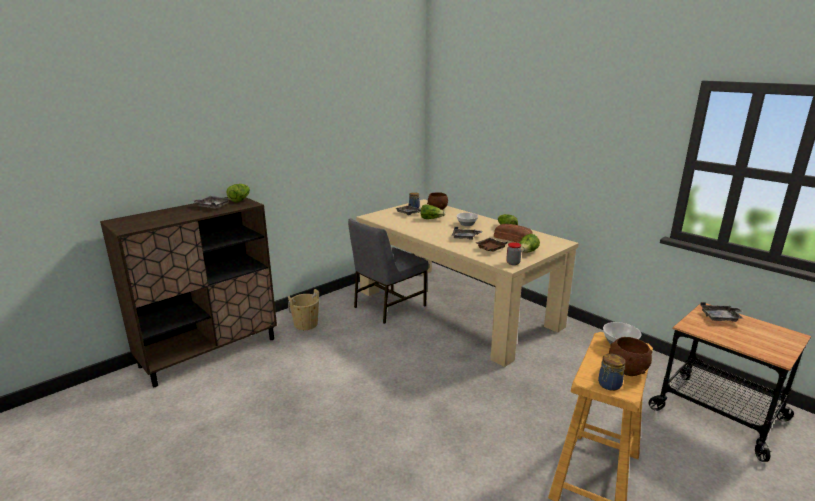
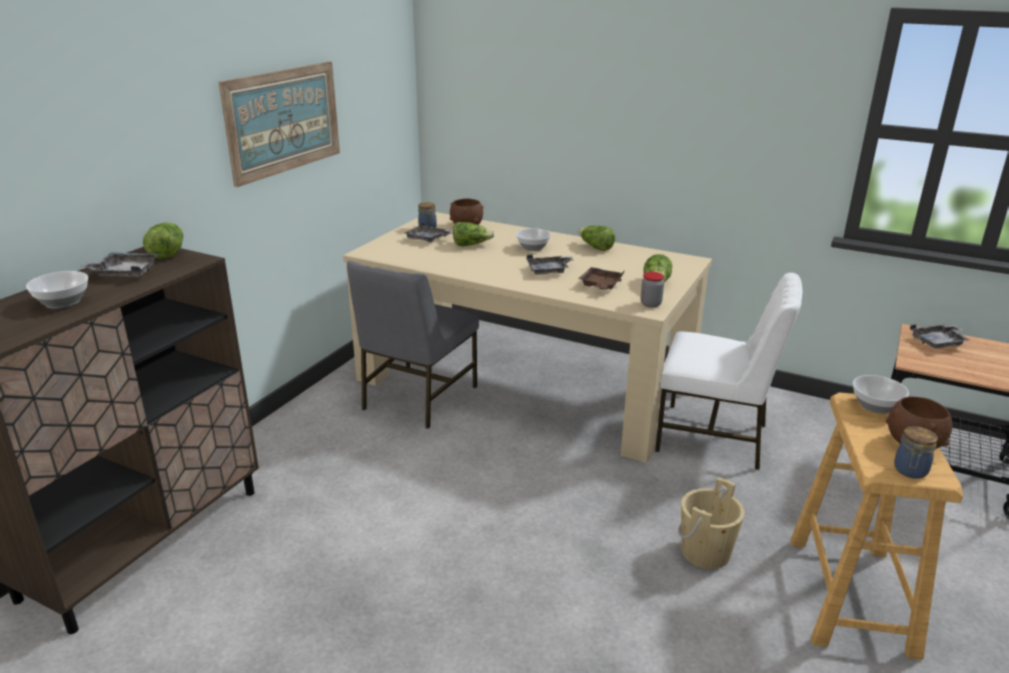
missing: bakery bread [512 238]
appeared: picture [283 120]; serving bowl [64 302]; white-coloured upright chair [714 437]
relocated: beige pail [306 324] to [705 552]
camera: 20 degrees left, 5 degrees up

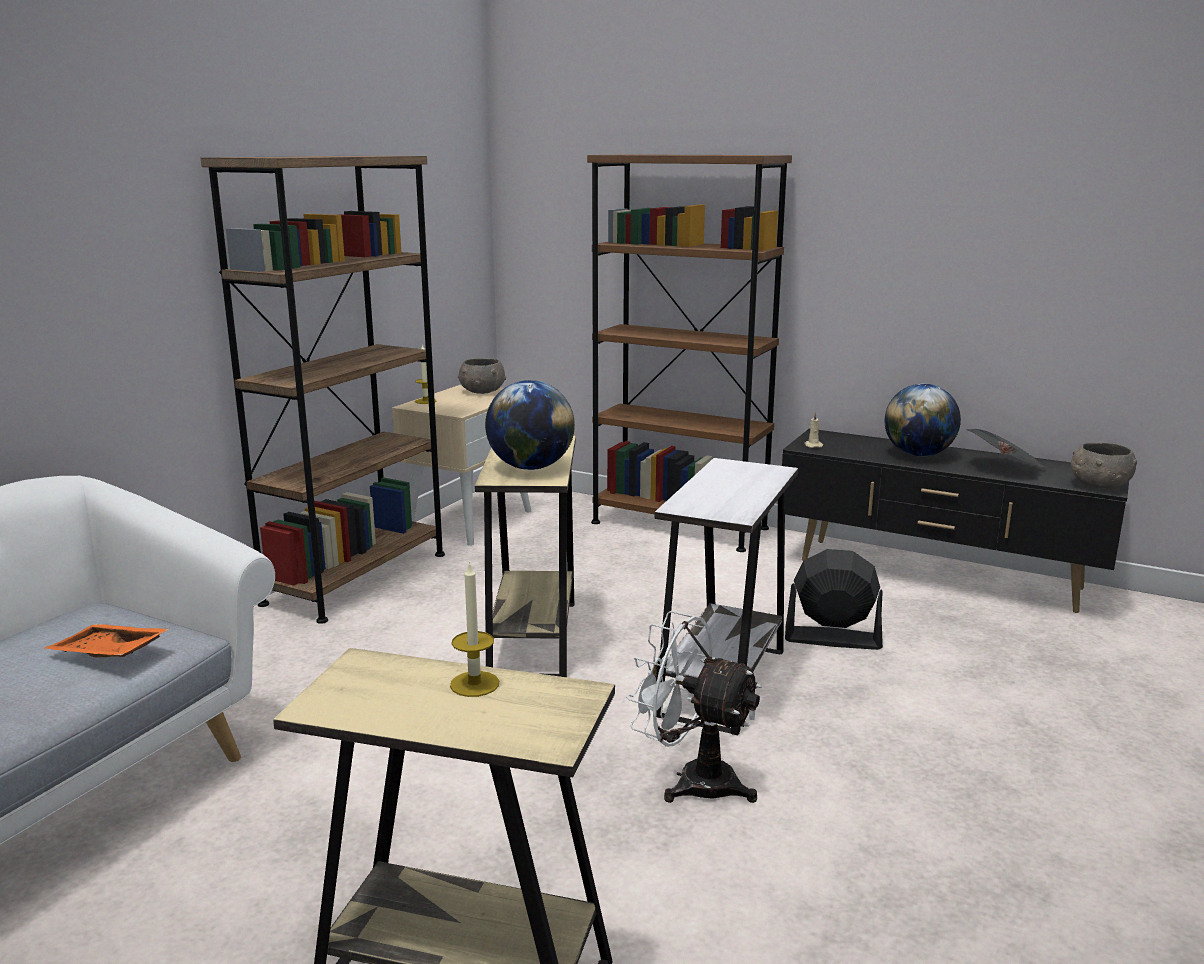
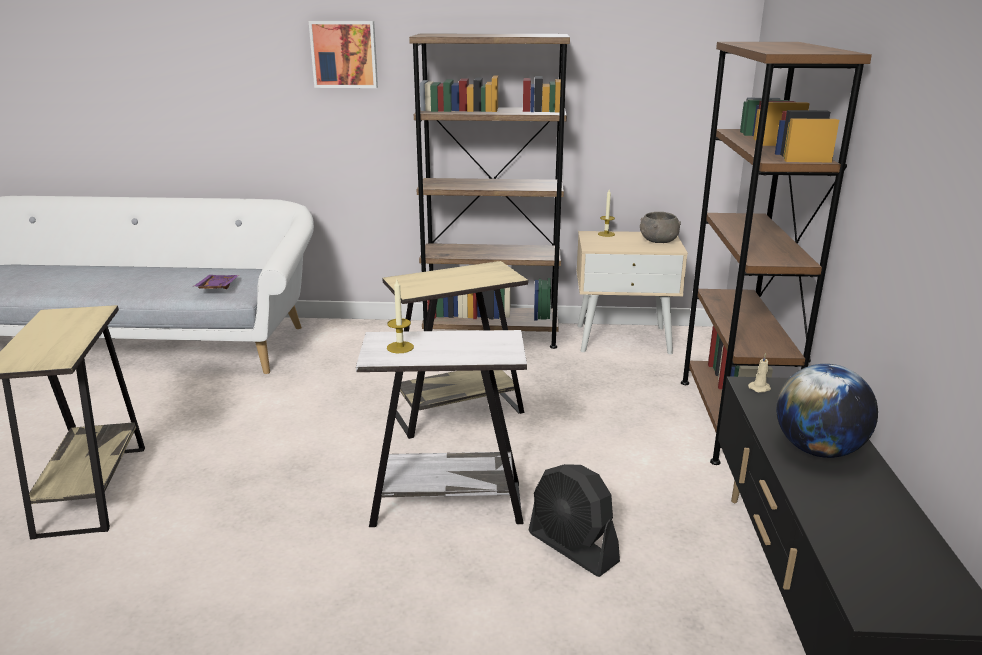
missing: globe [530 467]; daily paper [1006 469]; gray serving bowl [1098 486]; white-coloured cooling fan [692 780]
appeared: picture [344 54]
relocated: wax light [474 684] to [400 347]
colour: orange tray [107 654] to purplish tray [217 288]
spun: black cooling fan [832 638] = [572 548] 150 degrees clockwise
camera: 65 degrees right, 5 degrees up

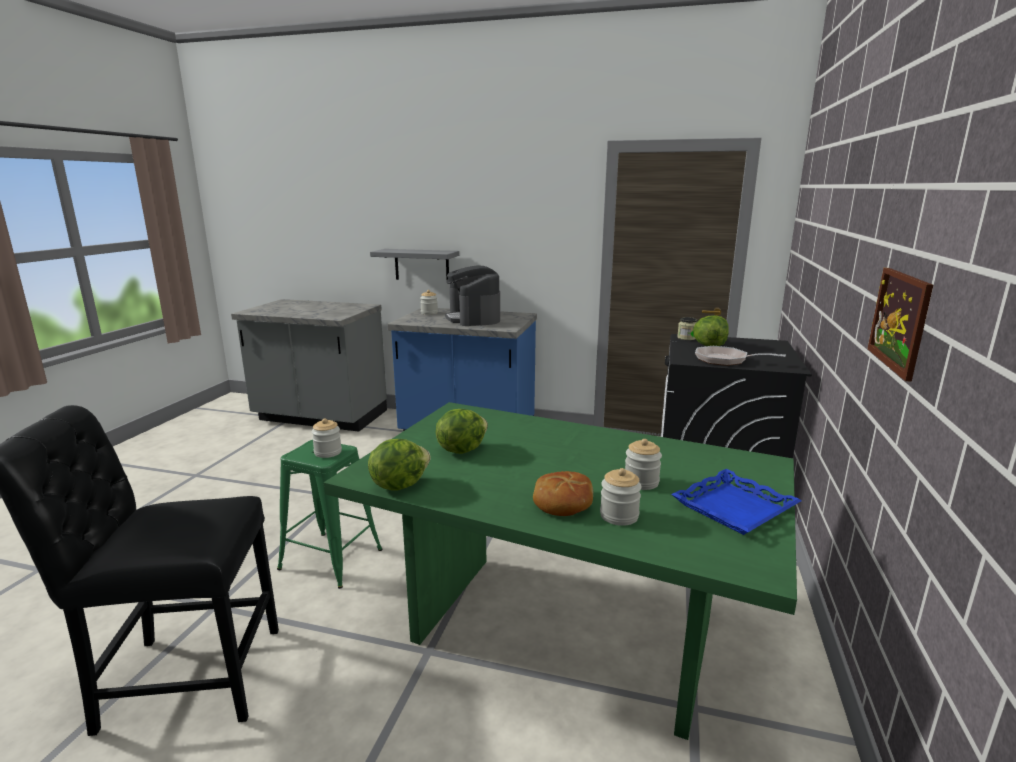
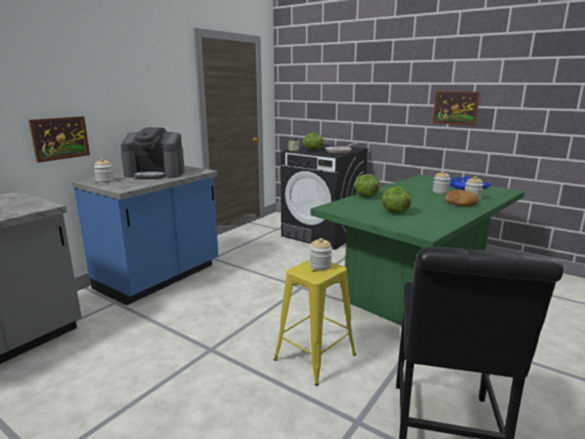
relocated: head of lettuce [399 484] to [365 196]
exchanged: gray wall shelf [421 265] to picture [60 138]
colour: greenish stool seat [331 559] to yellow-coloured stool seat [315 357]
camera: 70 degrees left, 0 degrees up

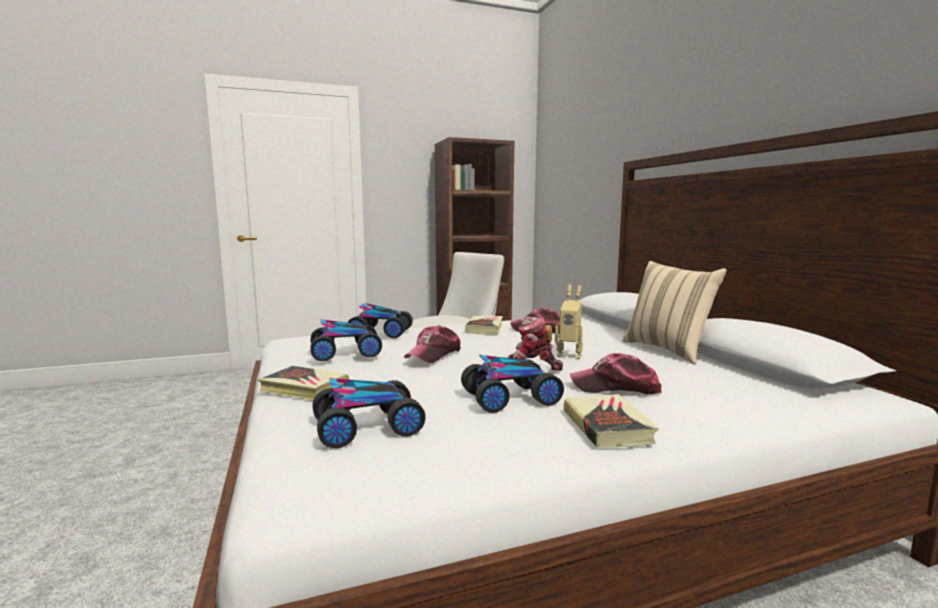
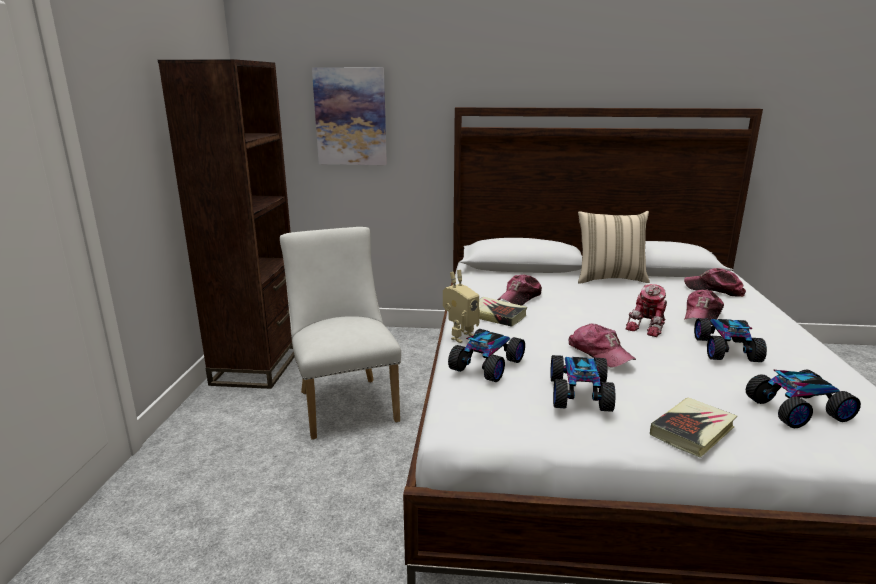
missing: book [607 426]
appeared: picture [351 117]; peaked cap [714 289]
relocated: robot figure [569 354] to [459 336]
spun: model car [368 428] = [799 410] 75 degrees clockwise
camera: 65 degrees left, 10 degrees up

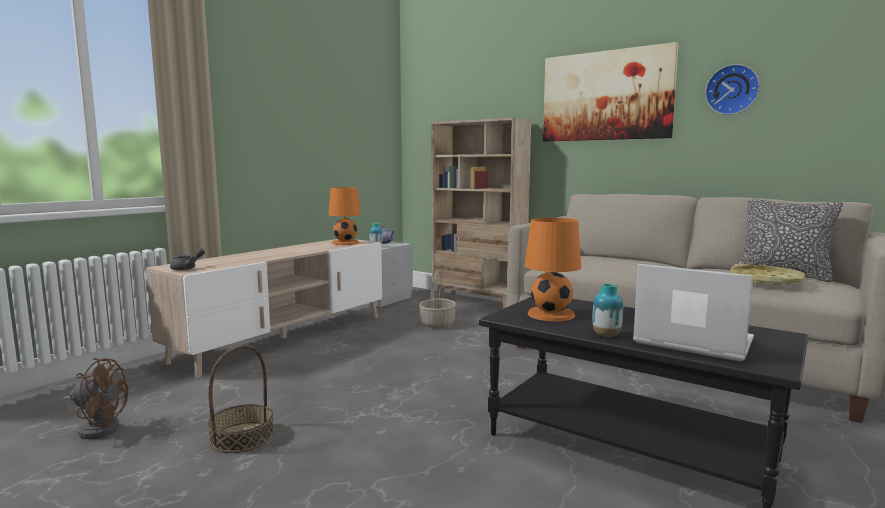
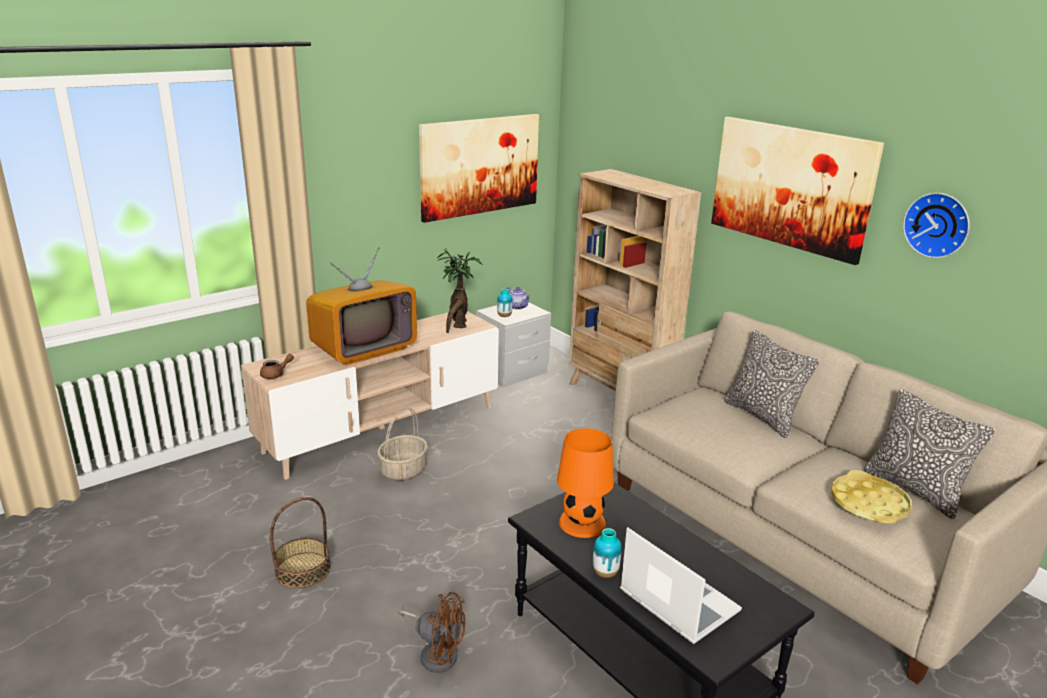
appeared: picture [480 166]; TV [363 348]; cushion [762 416]
relocated: basket [437 324] to [403 470]; brown cooling fan [98 428] to [436 653]
exchanged: orange tabletop lamp [345 243] to plant in a pot [458 326]
colour: gray pot for tea [187 268] to brown pot for tea [276 374]
camera: 15 degrees right, 15 degrees up

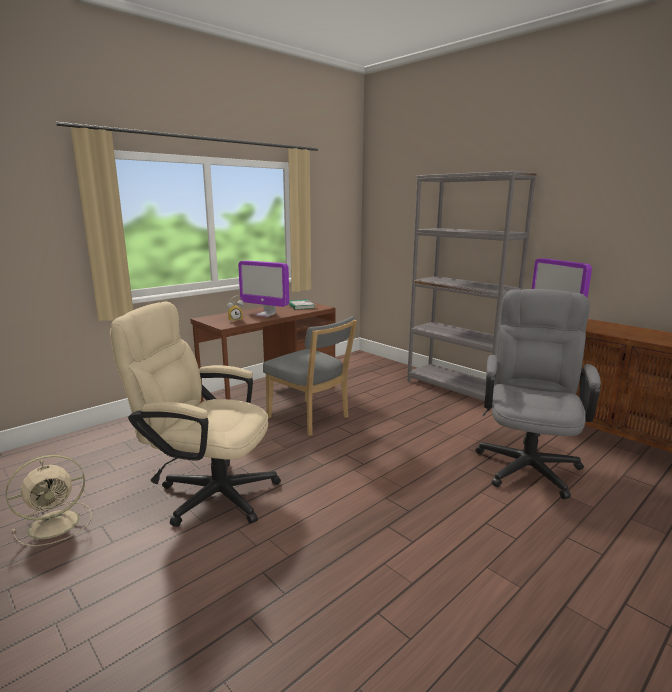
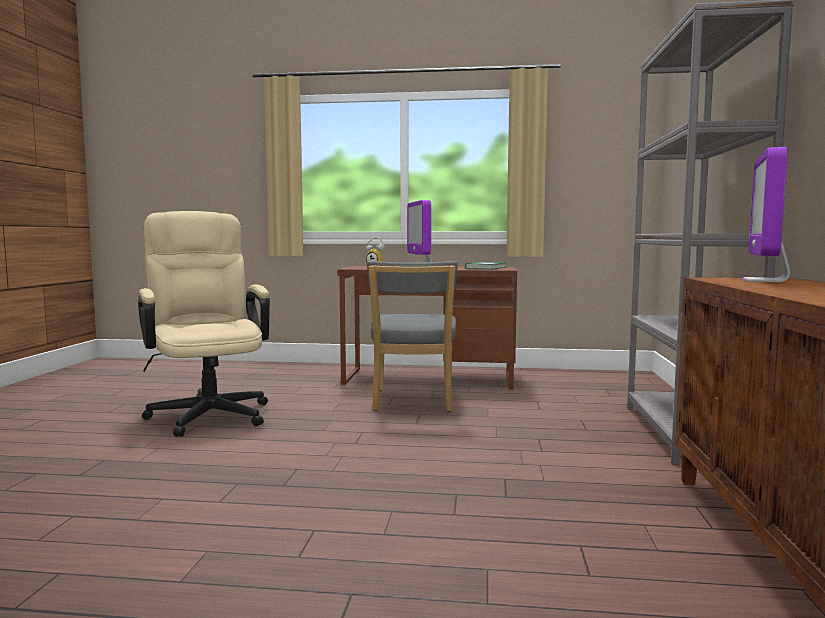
missing: gray computer chair [527 462]; beige cooling fan [56 523]
camera: 50 degrees right, 10 degrees down

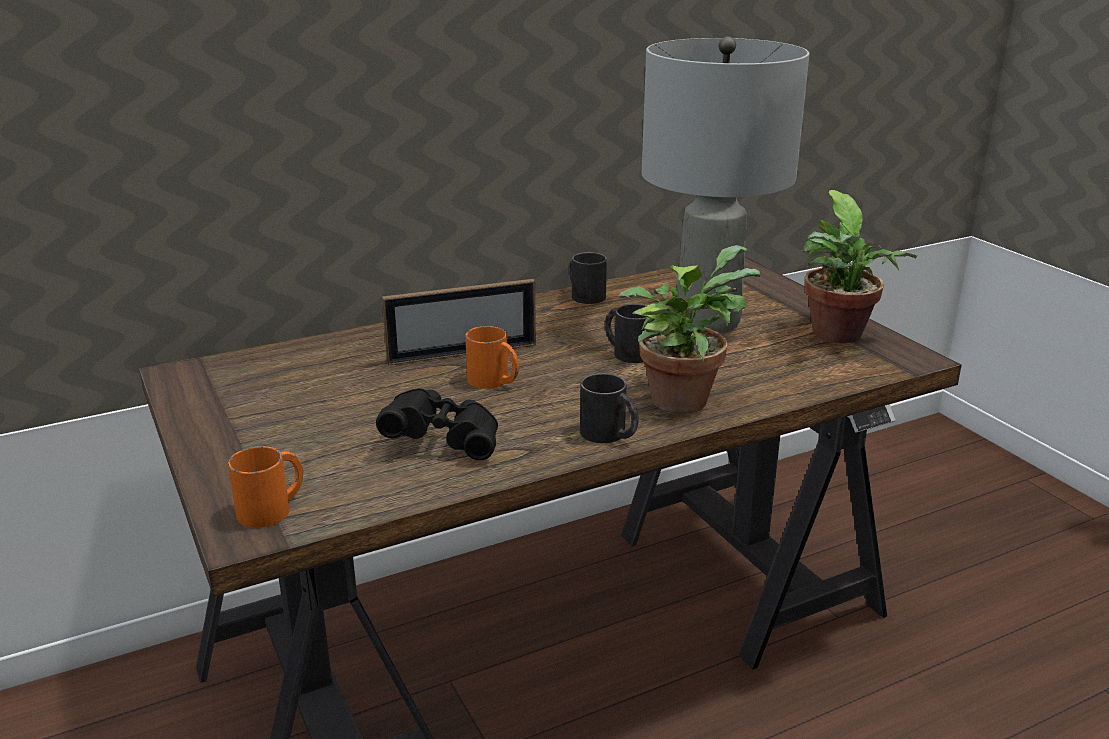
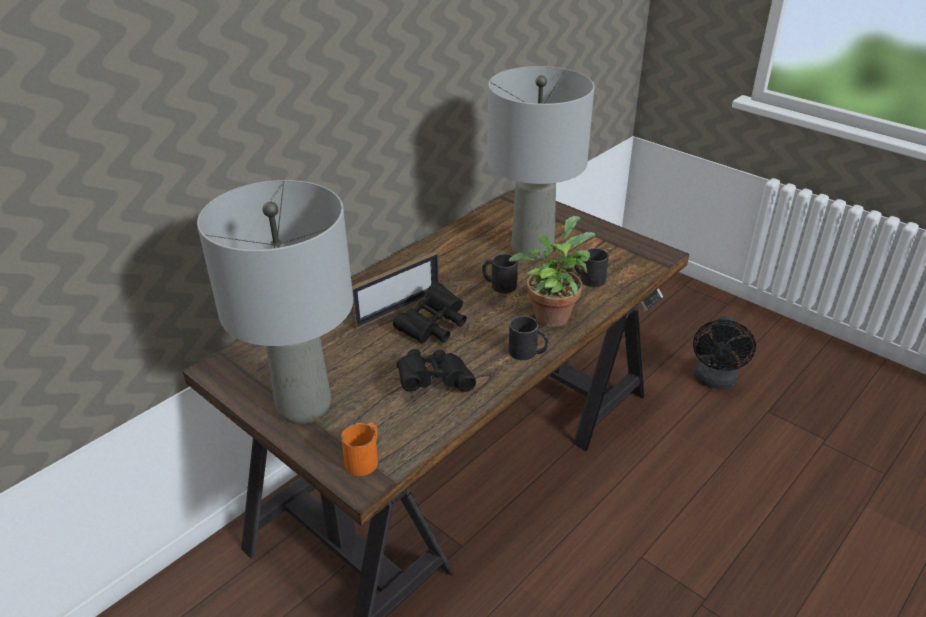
missing: plant in a pot [839 336]
appeared: gray tabletop lamp [303 406]; black cooling fan [714 381]
relocated: black tea mug [584 295] to [588 278]
exchanged: orange tea mug [494 381] to black pair of binoculars [433 327]
camera: 20 degrees left, 10 degrees up

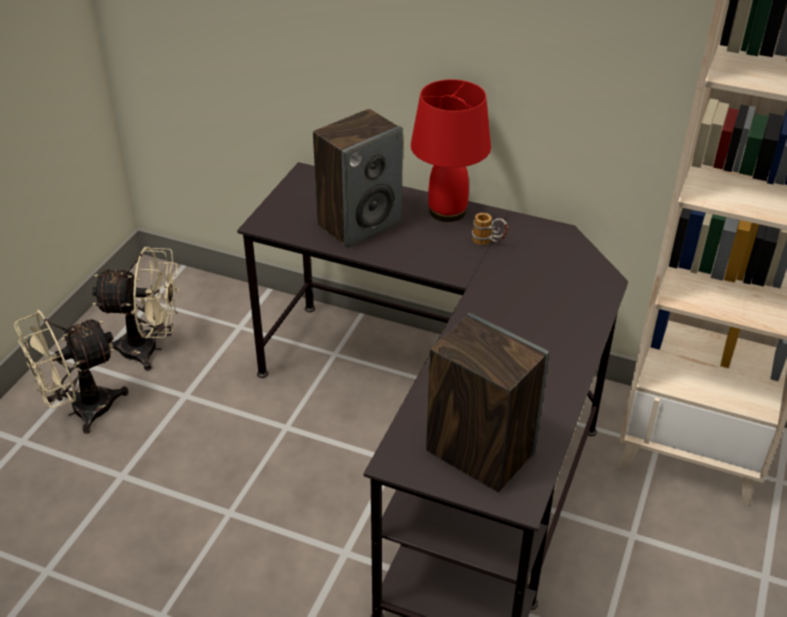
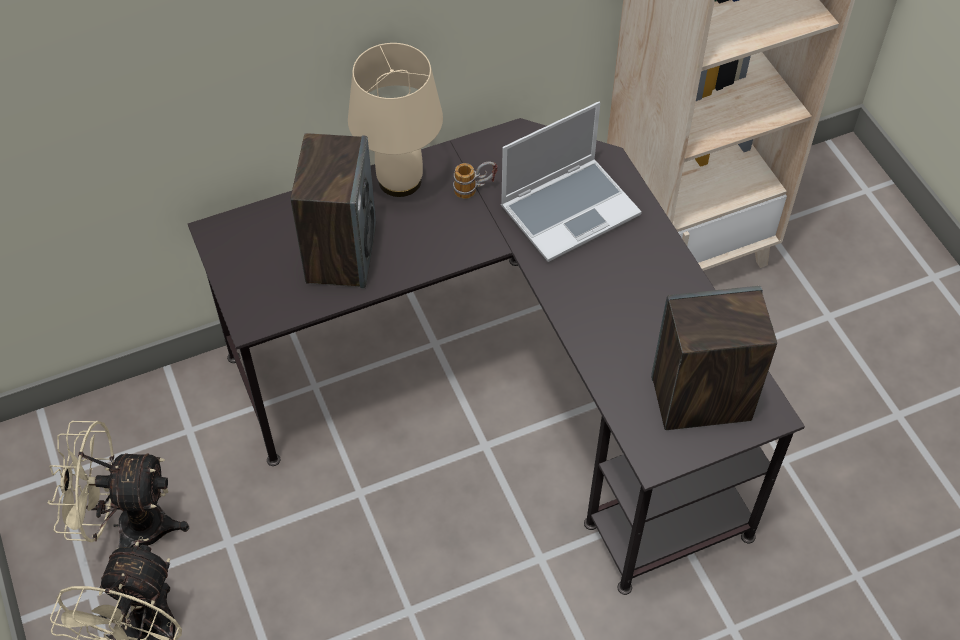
appeared: laptop [570 209]
colour: red-coloured tabletop lamp [448 211] to beige tabletop lamp [401 180]
spun: beige cooling fan [149 349] = [129 526] 135 degrees counterclockwise
camera: 45 degrees left, 15 degrees up

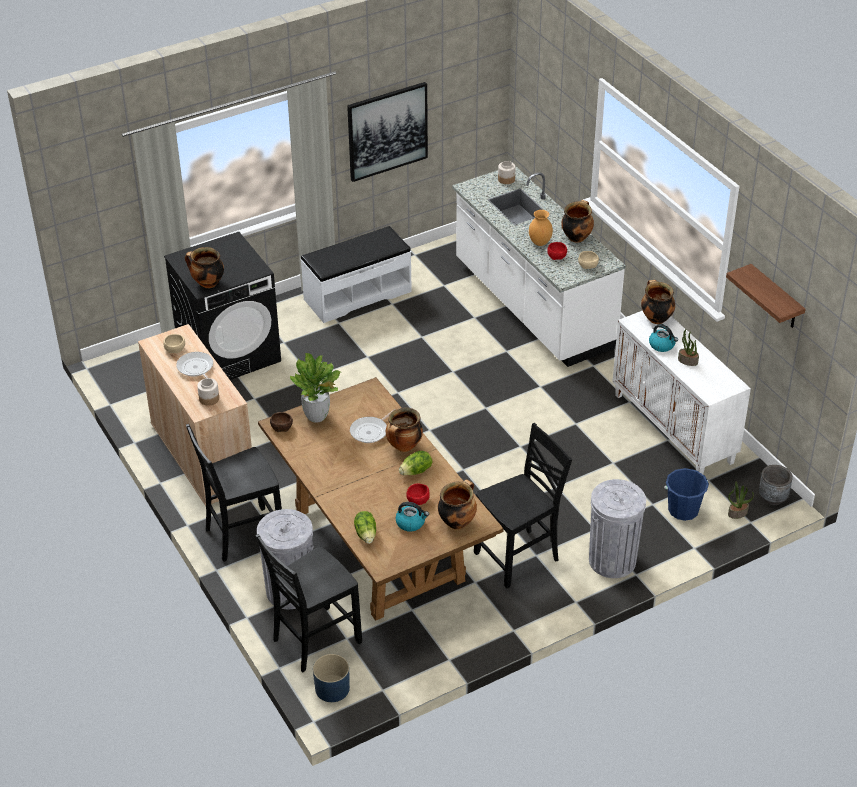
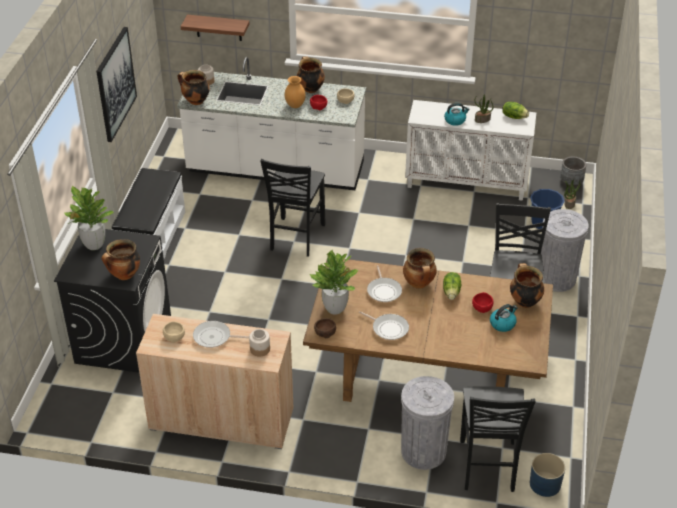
appeared: plant in a pot [94 245]; pan [388 328]
relocated: wall shelf [775 298] to [218 27]; stockpot [655 318] to [195 101]; black upright chair [242 535] to [295 238]; head of lettuce [366 534] to [514 117]
camera: 50 degrees left, 0 degrees up

